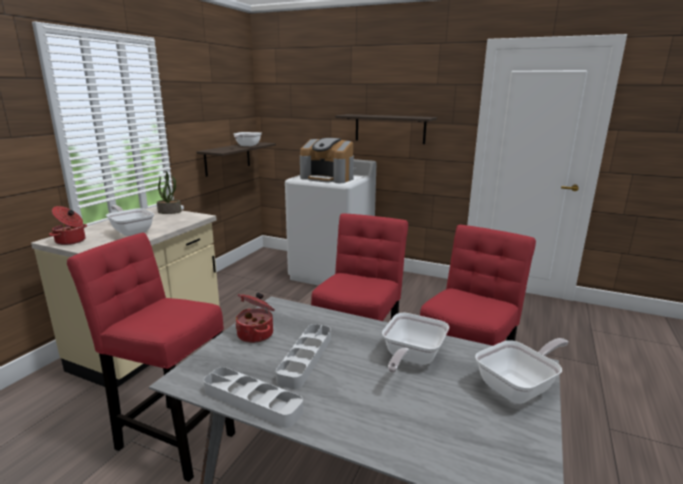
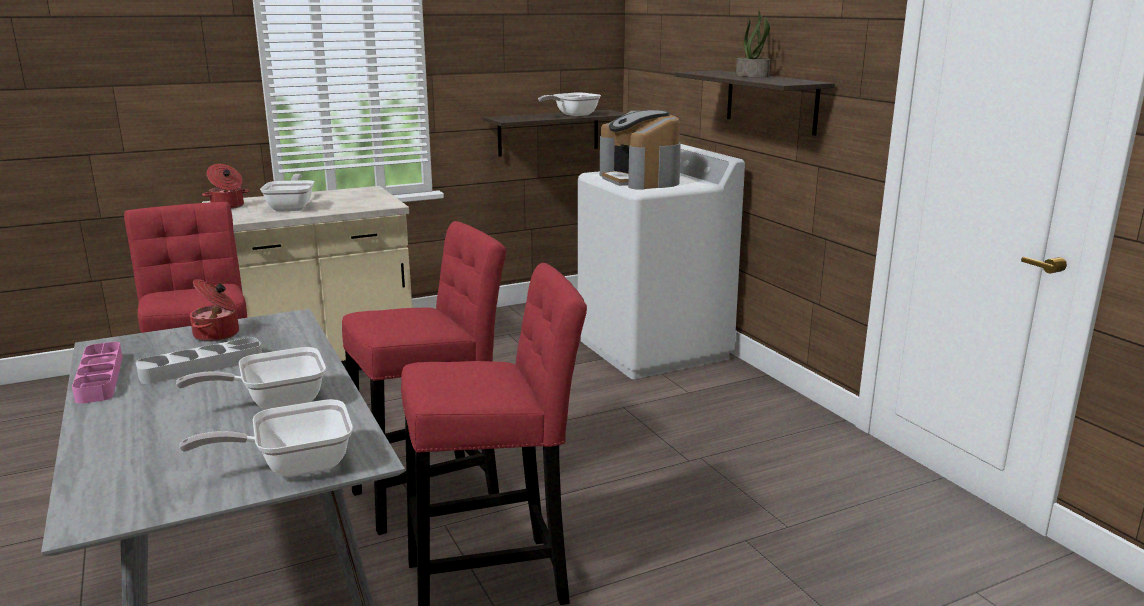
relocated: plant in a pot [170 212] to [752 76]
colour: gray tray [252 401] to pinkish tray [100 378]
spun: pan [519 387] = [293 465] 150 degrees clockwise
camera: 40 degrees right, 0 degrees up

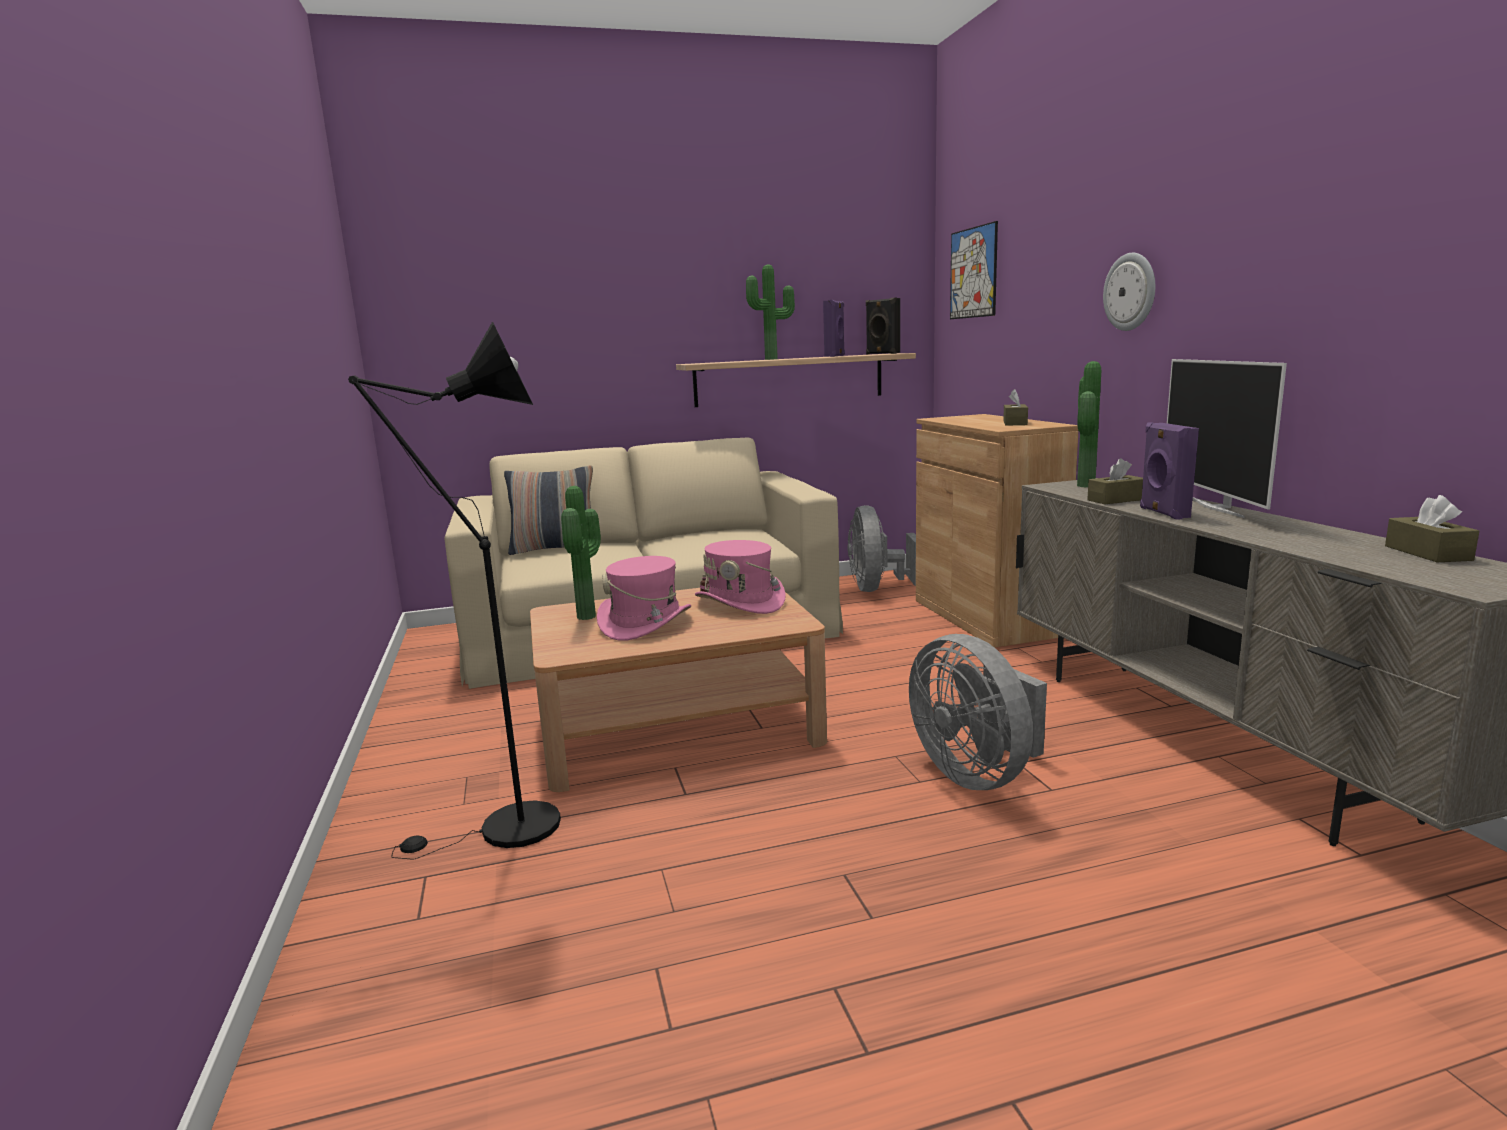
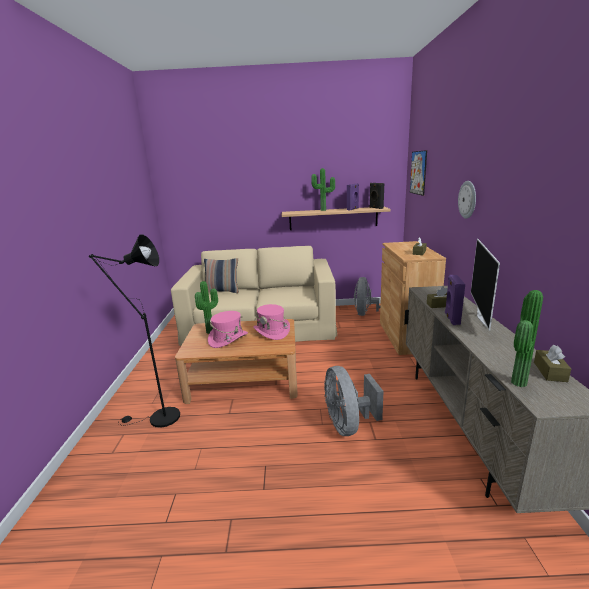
relocated: plant in a pot [1082 486] to [515 382]
camera: 15 degrees right, 5 degrees up

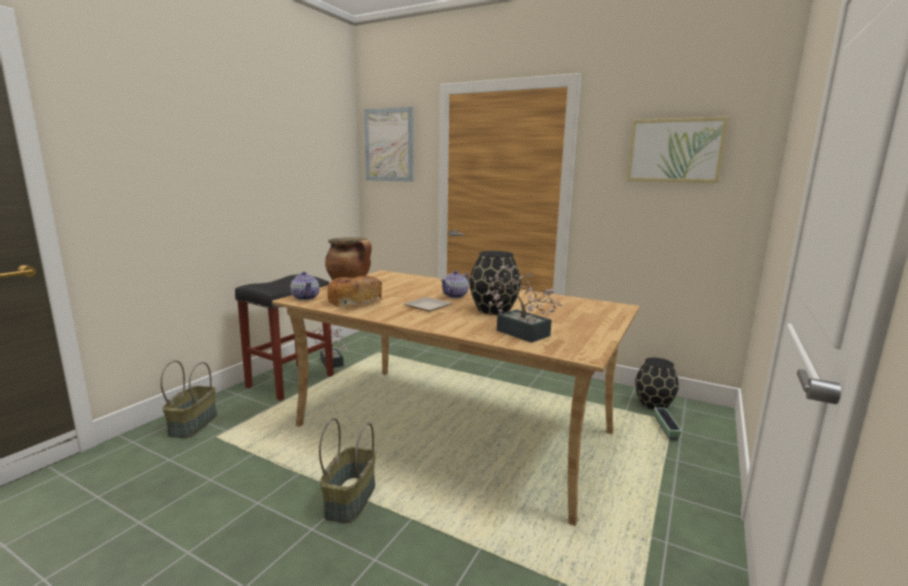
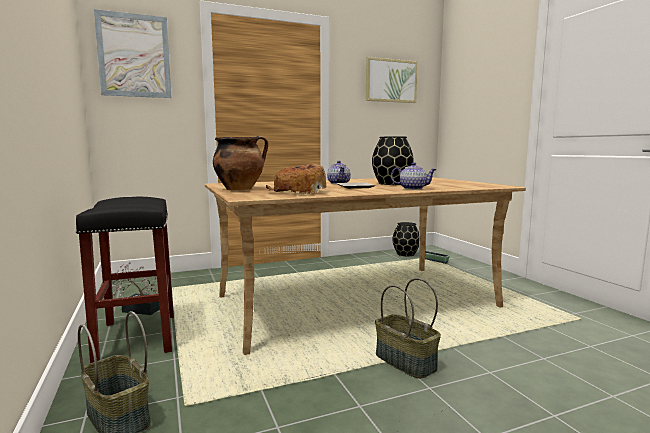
missing: plant in a pot [518 331]
relocated: pot for tea [306 297] to [412 188]
camera: 50 degrees left, 5 degrees down

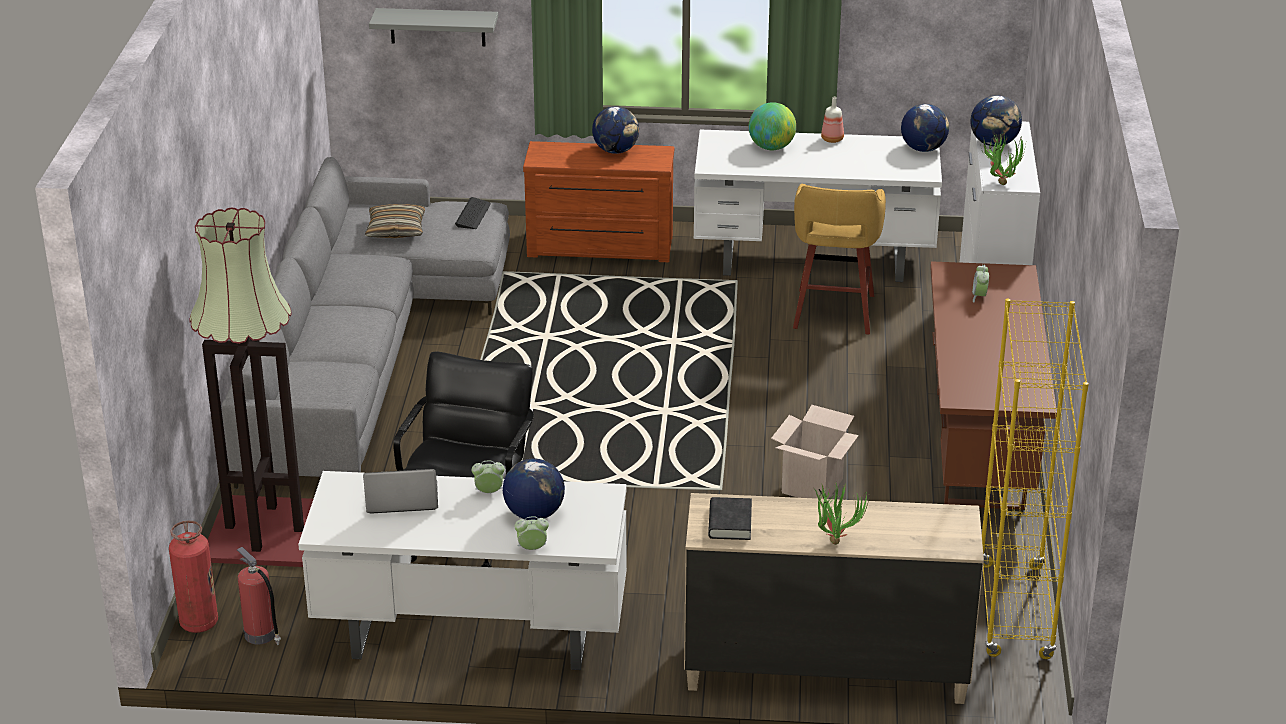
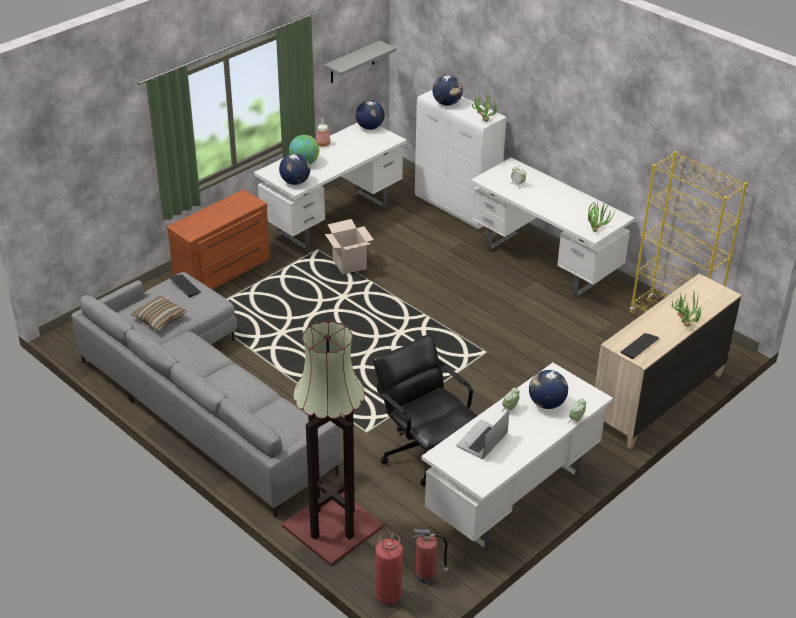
missing: yellow-coloured stool seat [833 313]
appeared: plant in a pot [597 229]
relocated: gray wall shelf [437 27] to [352 62]; globe [616 150] to [295 182]; carton [812 486] to [349 264]
exchanged: black book [730 523] to PC keyboard [639 346]
colour: brown desk unit [980 449] to white-coloured desk unit [545 263]
camera: 50 degrees left, 5 degrees up

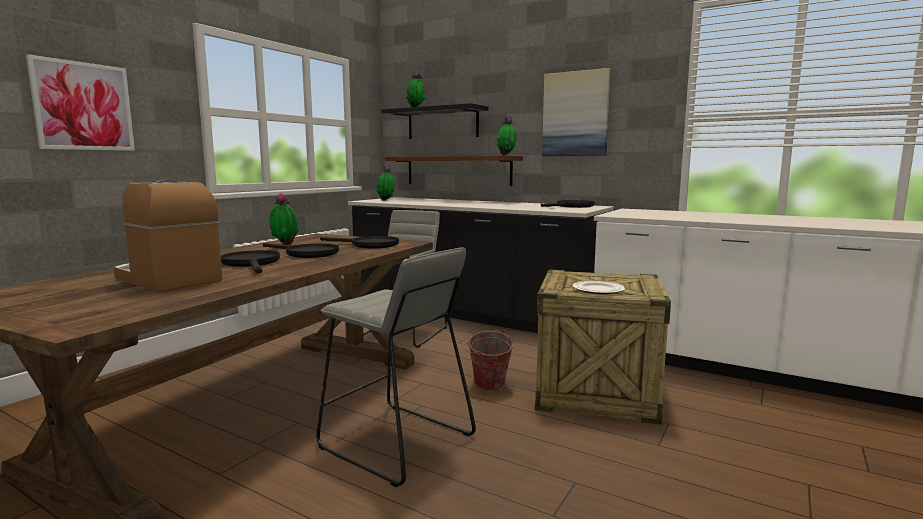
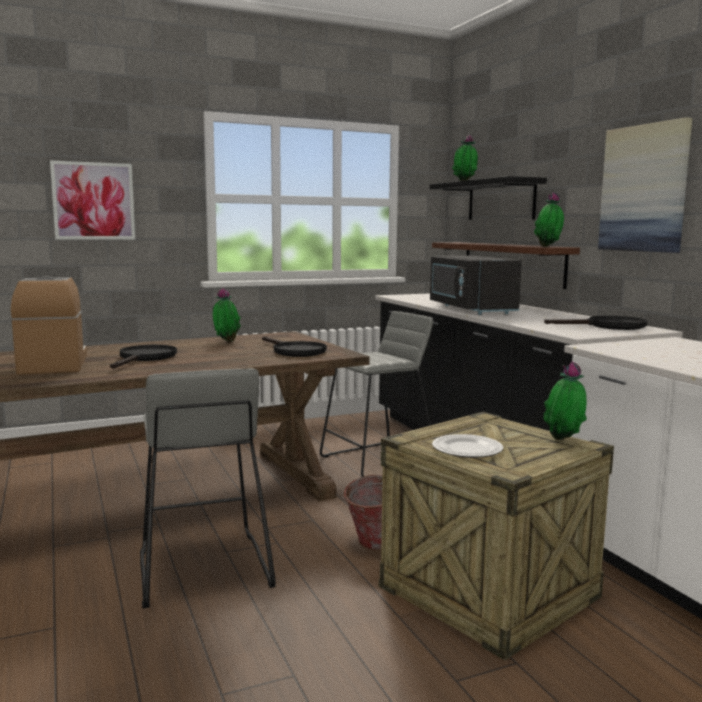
missing: black pan [306 253]
appeared: black microwave oven [469 309]
relocated: plant in a pot [386 200] to [563 441]
camera: 35 degrees right, 0 degrees up

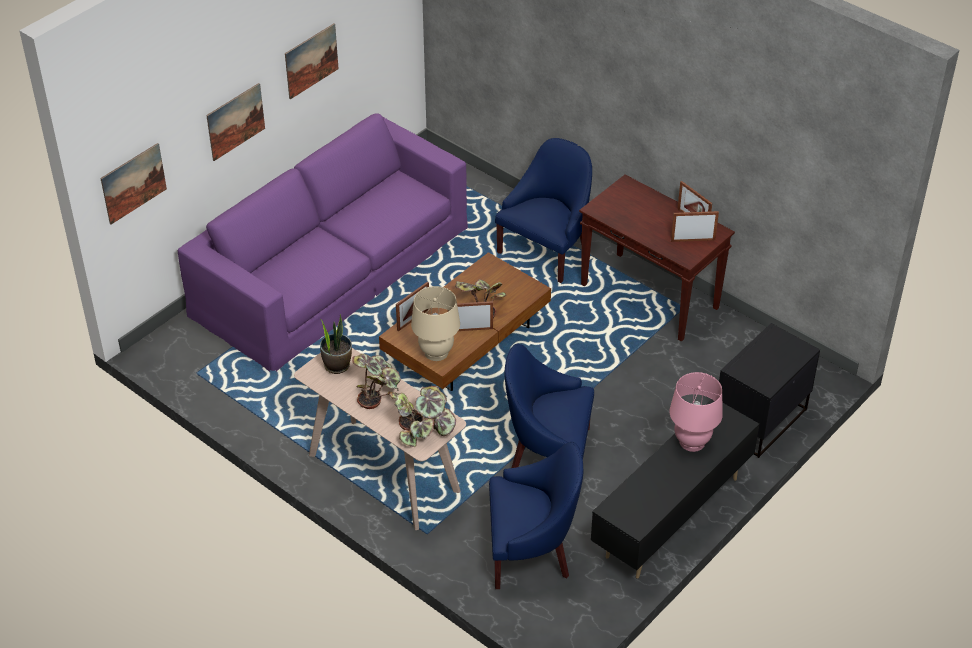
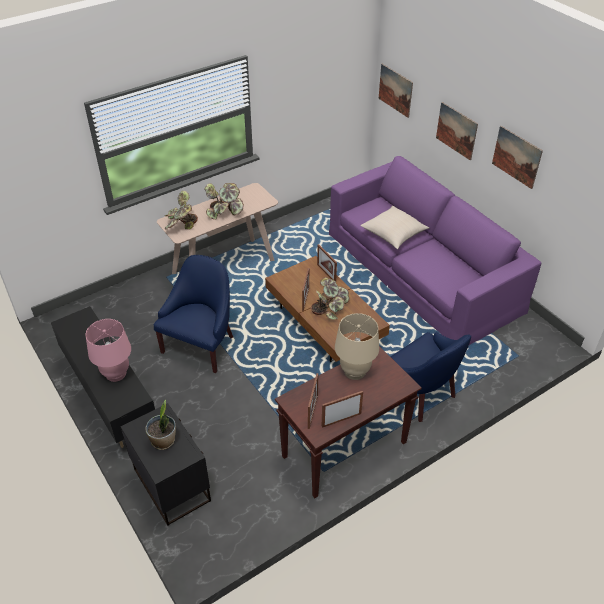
missing: blue-coloured armchair [531 551]
appeared: beige cushion [394 234]
relocated: beige tabletop lamp [436 352] to [355 371]; plant in a pot [337 365] to [163 441]
camera: 105 degrees right, 0 degrees up

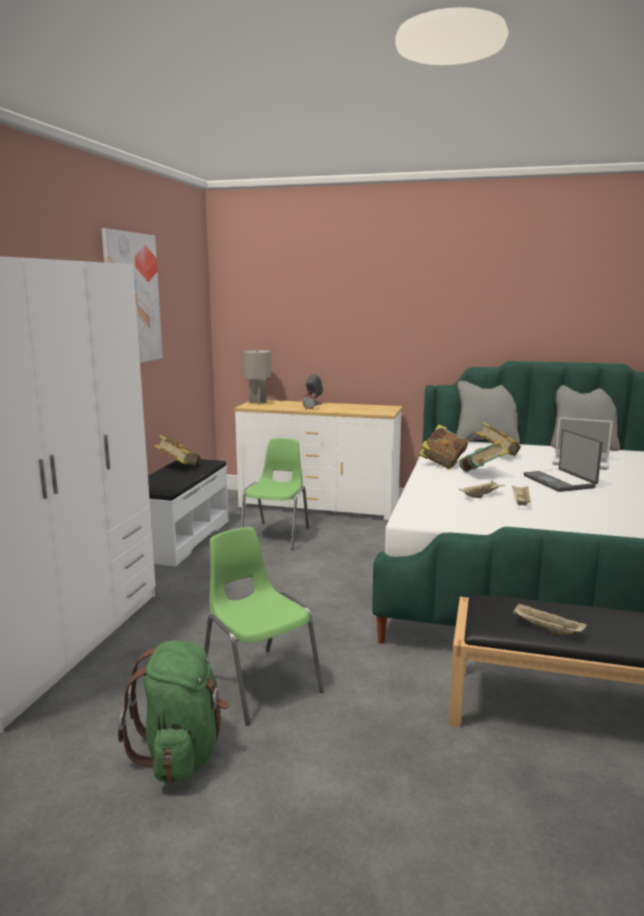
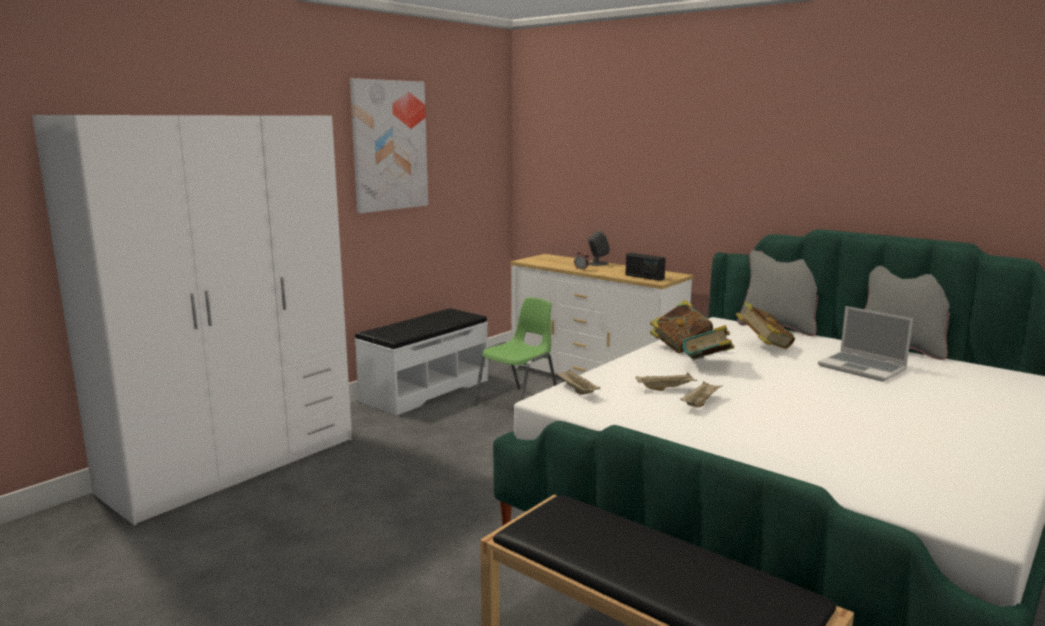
missing: gray tabletop lamp [257 402]; laptop [560 481]; book [178 467]; greenish upright chair [259 682]; greenish backpack [182 753]
appeared: radio [644 277]
relocated: beige tray [546 629] to [576 390]
camera: 25 degrees right, 0 degrees up

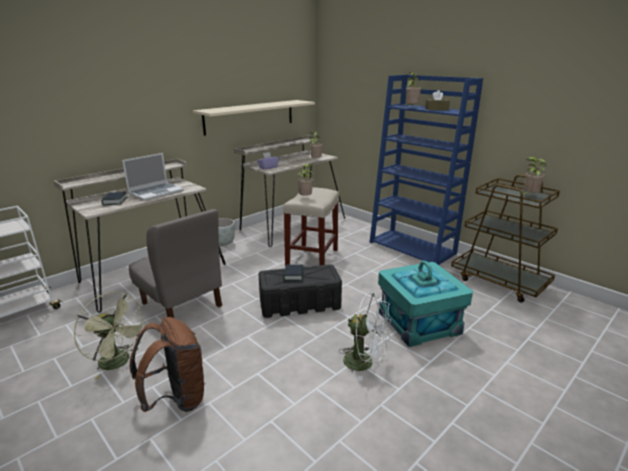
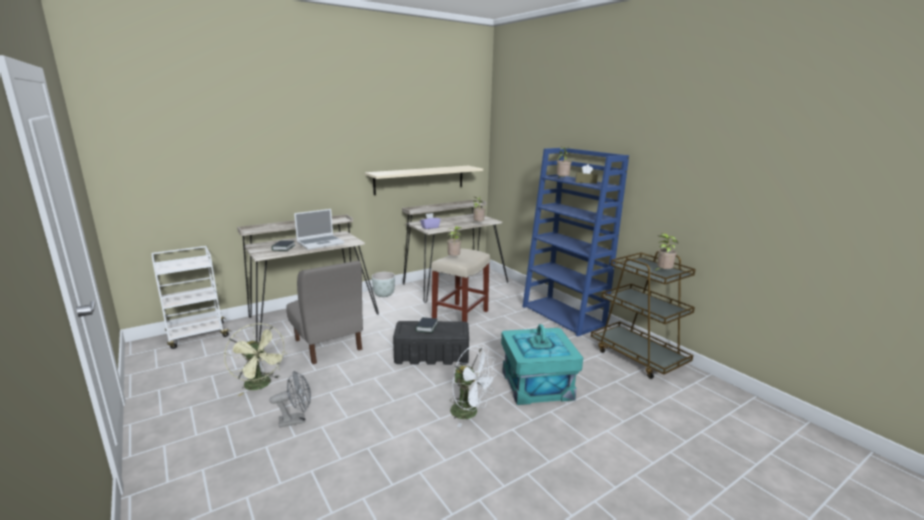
exchanged: brown backpack [176 399] to gray cooling fan [296 420]
camera: 10 degrees right, 5 degrees down

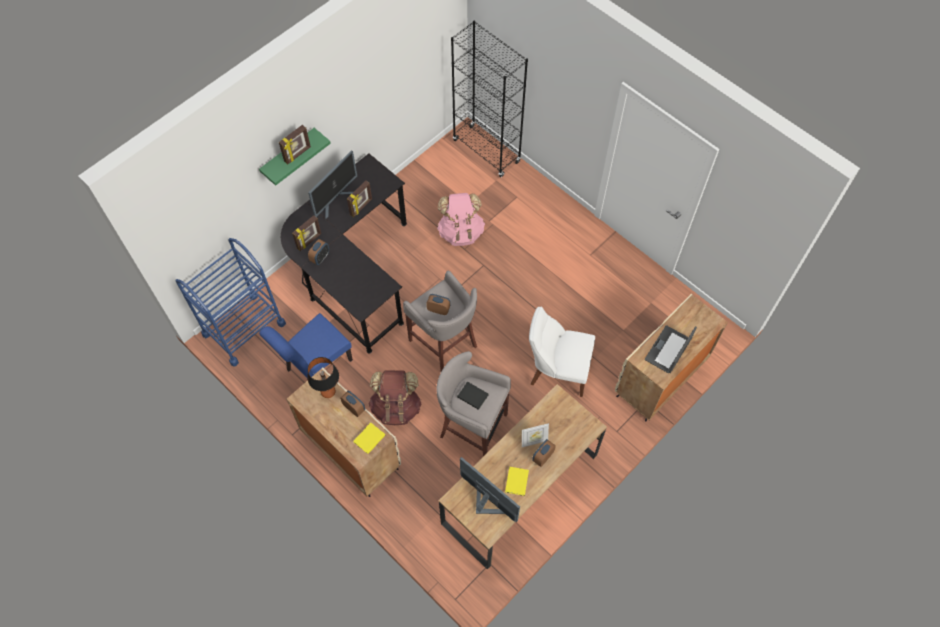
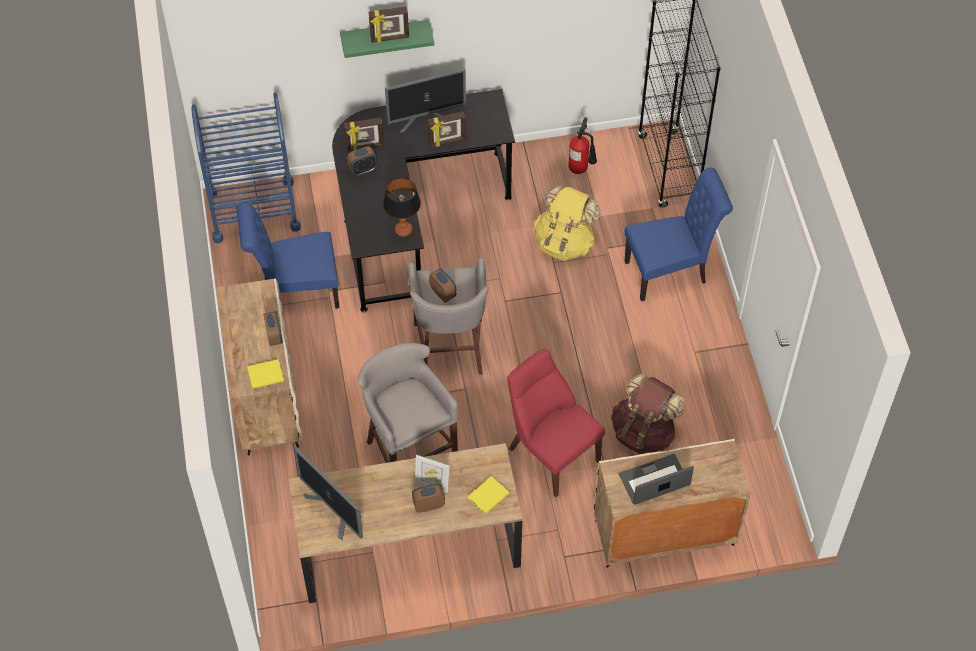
missing: black book [472 395]
appeared: fire-fighting cylinder [581 168]; blue-coloured upright chair [670 271]
relocated: tabletop lamp [328 392] to [403 230]; brown backpack [396 407] to [643 432]; yellow-coloured book [516 482] to [487 496]
colour: pinkish backpack [461 232] to yellow-coloured backpack [565 242]; white-coloured upright chair [557 370] to red-coloured upright chair [551 452]
spun: computer screen [486 502] = [334 511] 150 degrees clockwise
camera: 35 degrees right, 5 degrees down

